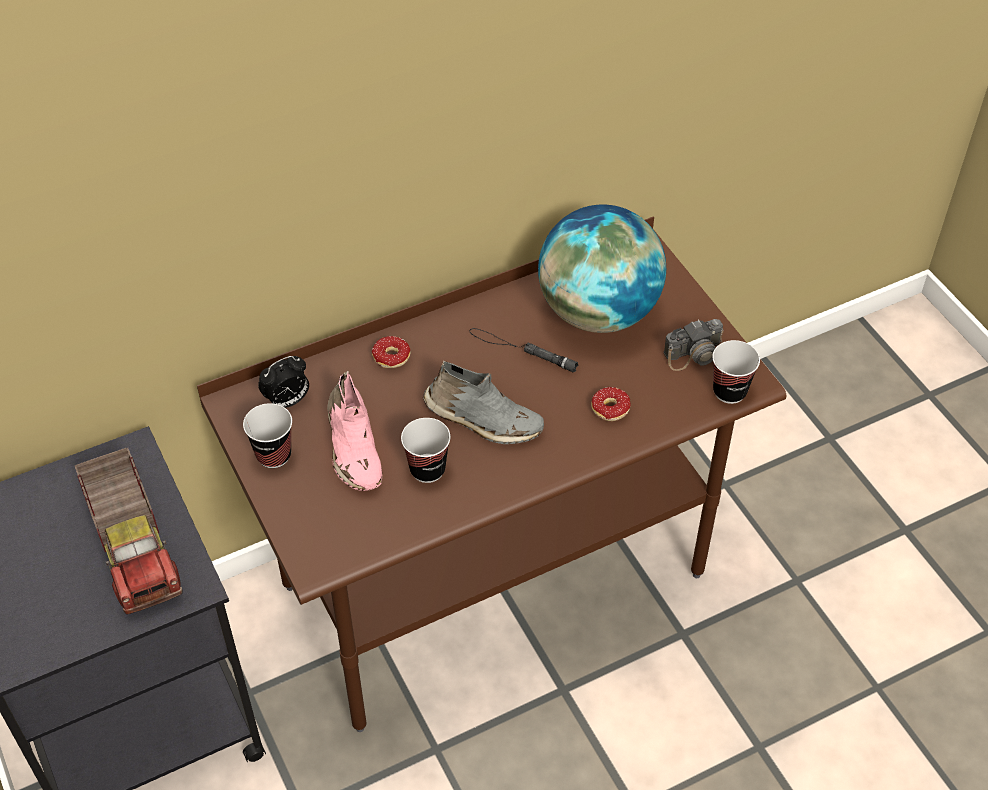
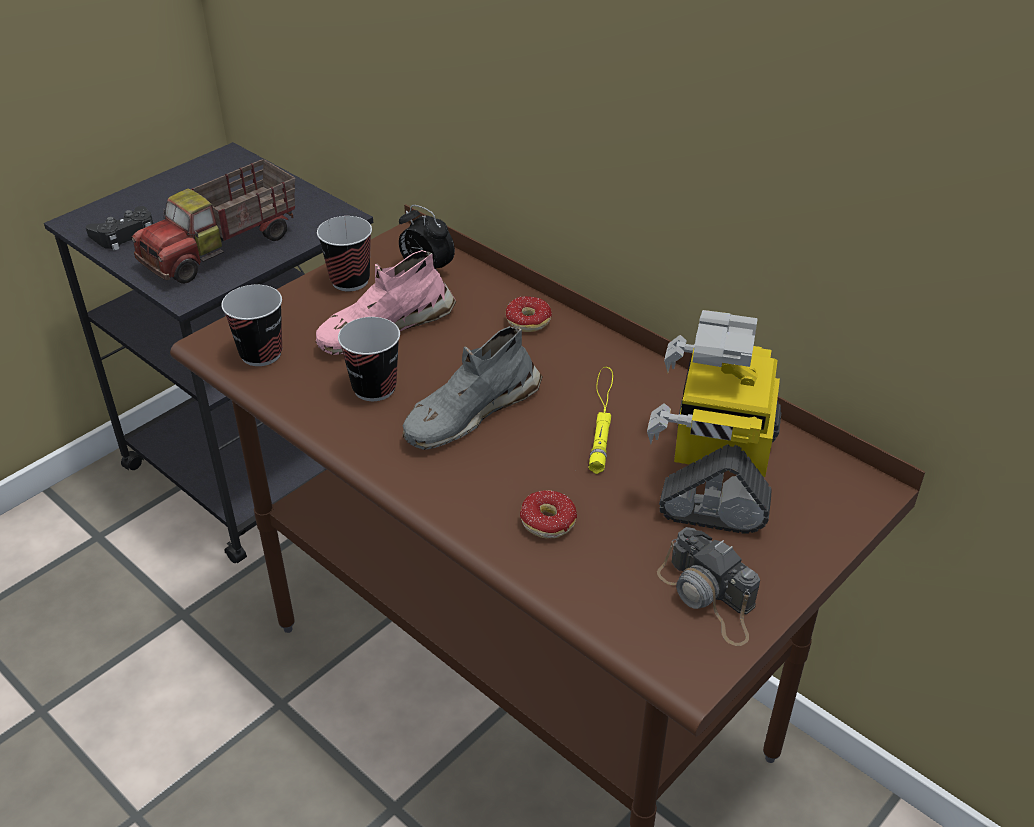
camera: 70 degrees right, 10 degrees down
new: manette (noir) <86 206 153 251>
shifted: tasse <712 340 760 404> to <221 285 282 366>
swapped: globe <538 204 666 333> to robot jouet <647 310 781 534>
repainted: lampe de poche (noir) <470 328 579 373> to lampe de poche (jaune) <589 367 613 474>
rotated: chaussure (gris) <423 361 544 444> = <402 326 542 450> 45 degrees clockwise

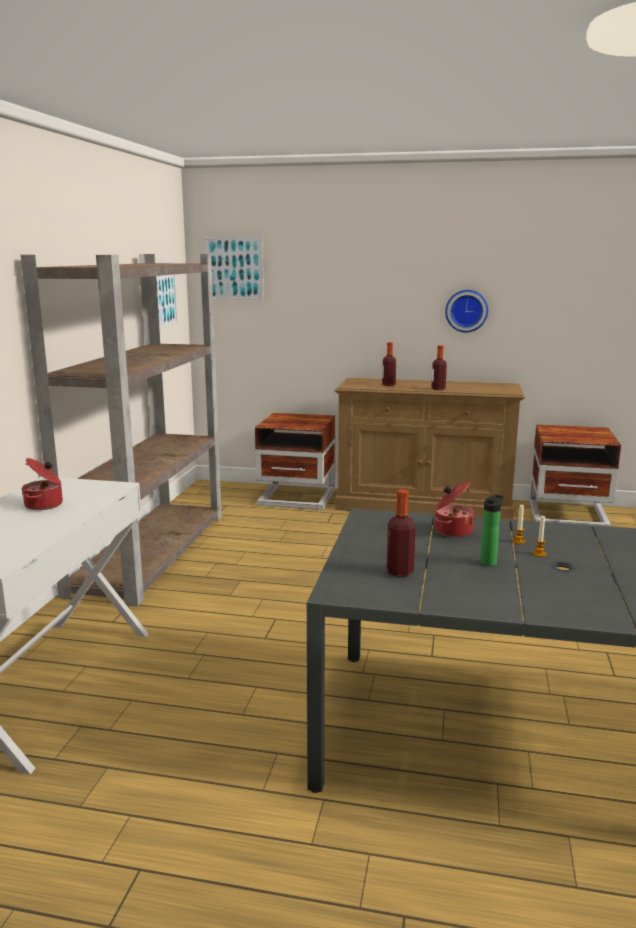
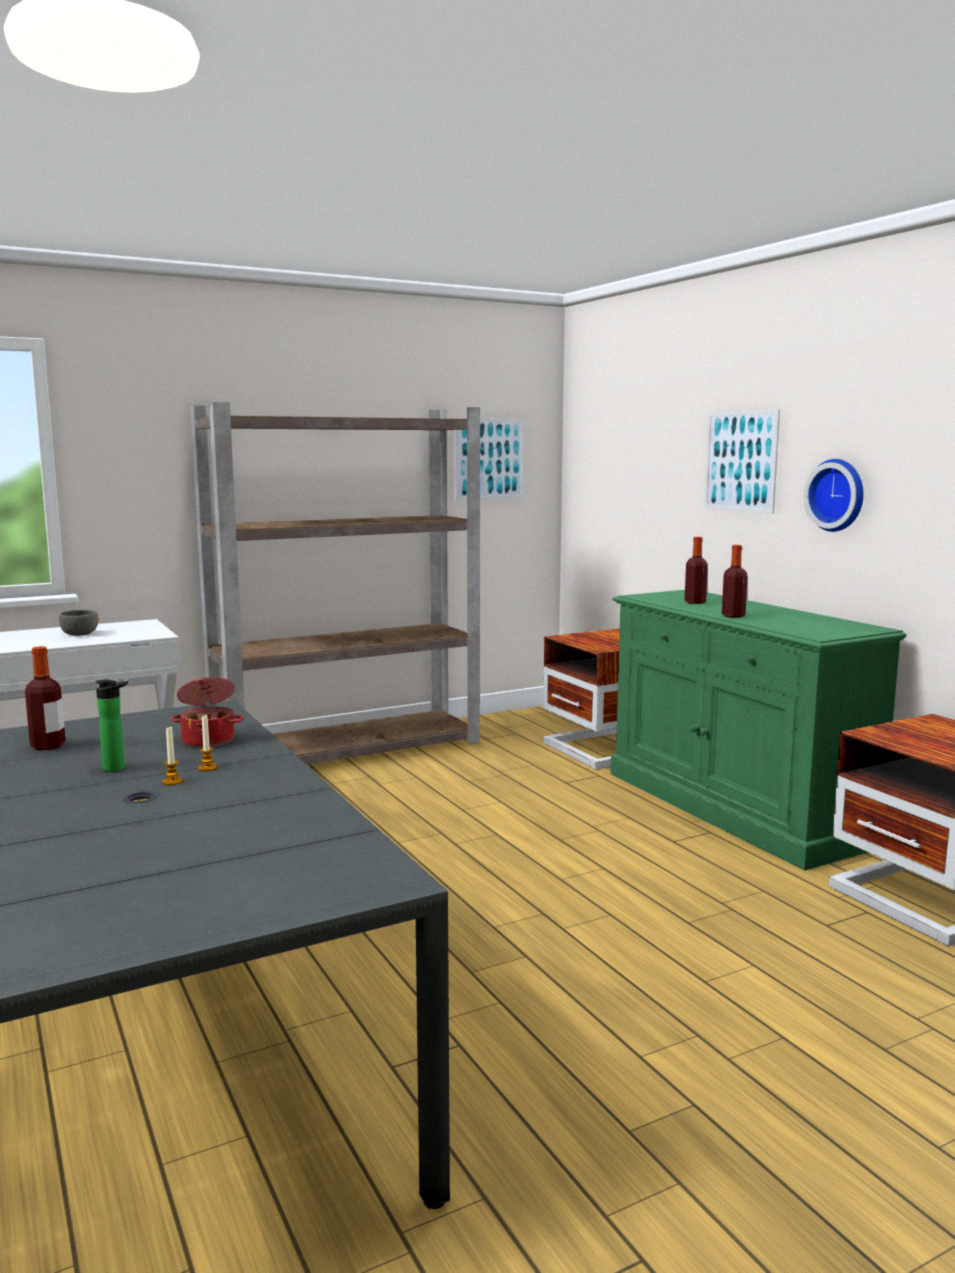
camera: 50 degrees right, 5 degrees down
shifted: tableau <204 237 264 300> to <704 410 780 514>
swapped: marmite <22 458 63 510> to bol (gris) <59 610 98 636>
repainted: meuble de rangement (marron) <334 378 525 520> to meuble de rangement (vert) <610 590 907 871>

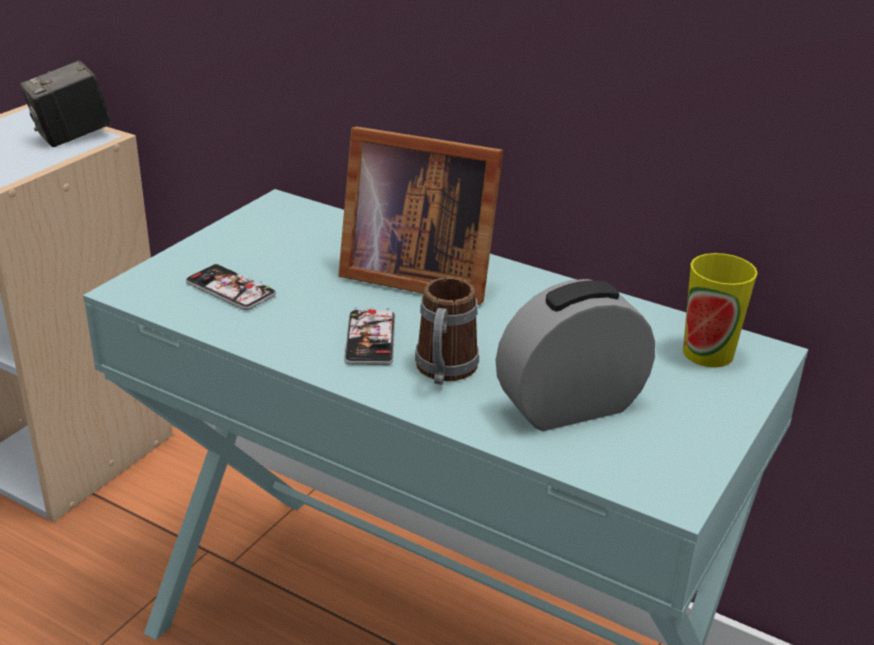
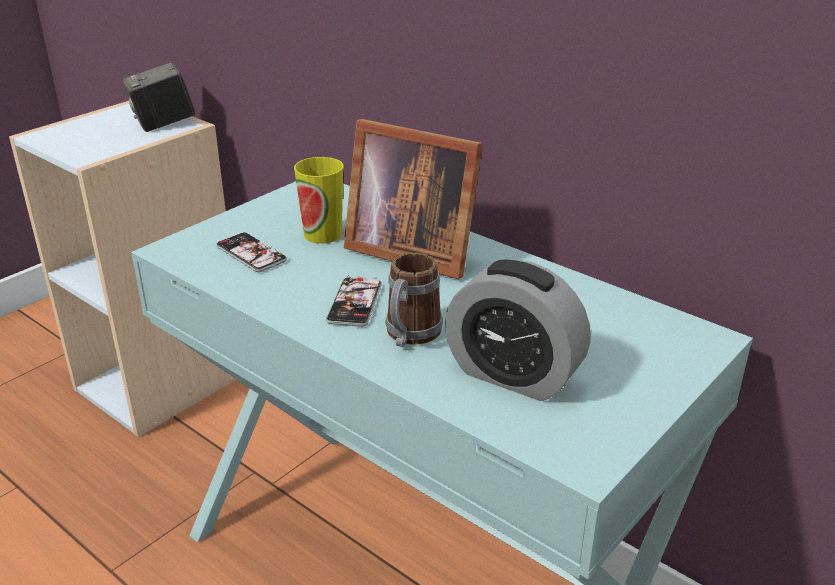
camera: 10 degrees right, 0 degrees up
shifted: tasse <683 253 758 367> to <294 157 343 244>
rotated: réveil <496 279 655 431> = <445 259 591 401> 135 degrees counterclockwise

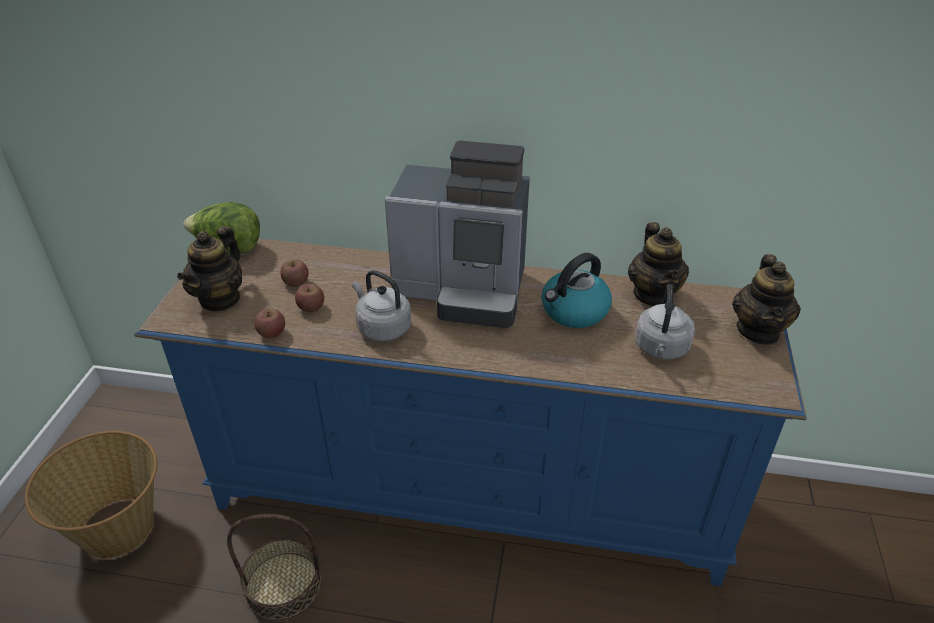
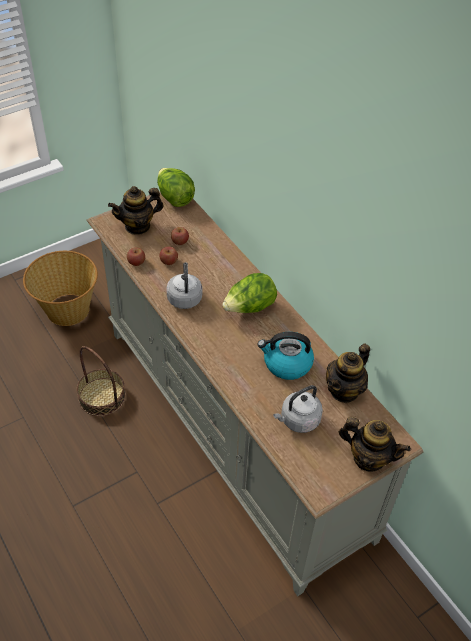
camera: 45 degrees right, 10 degrees up
swapped: machine à café <385 141 530 328> to laitue <222 273 277 313>
repainted: meuble de rangement (bleu) <134 239 807 586> to meuble de rangement (gris) <87 191 423 596>
rotated: théière <732 254 801 345> = <339 417 411 472> 120 degrees counterclockwise

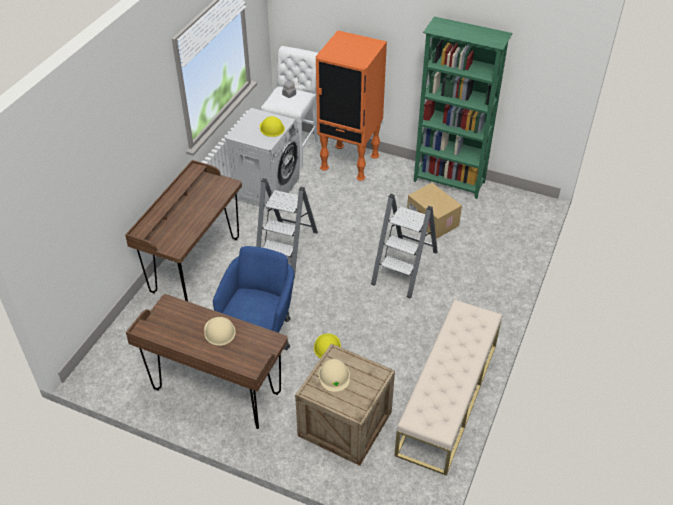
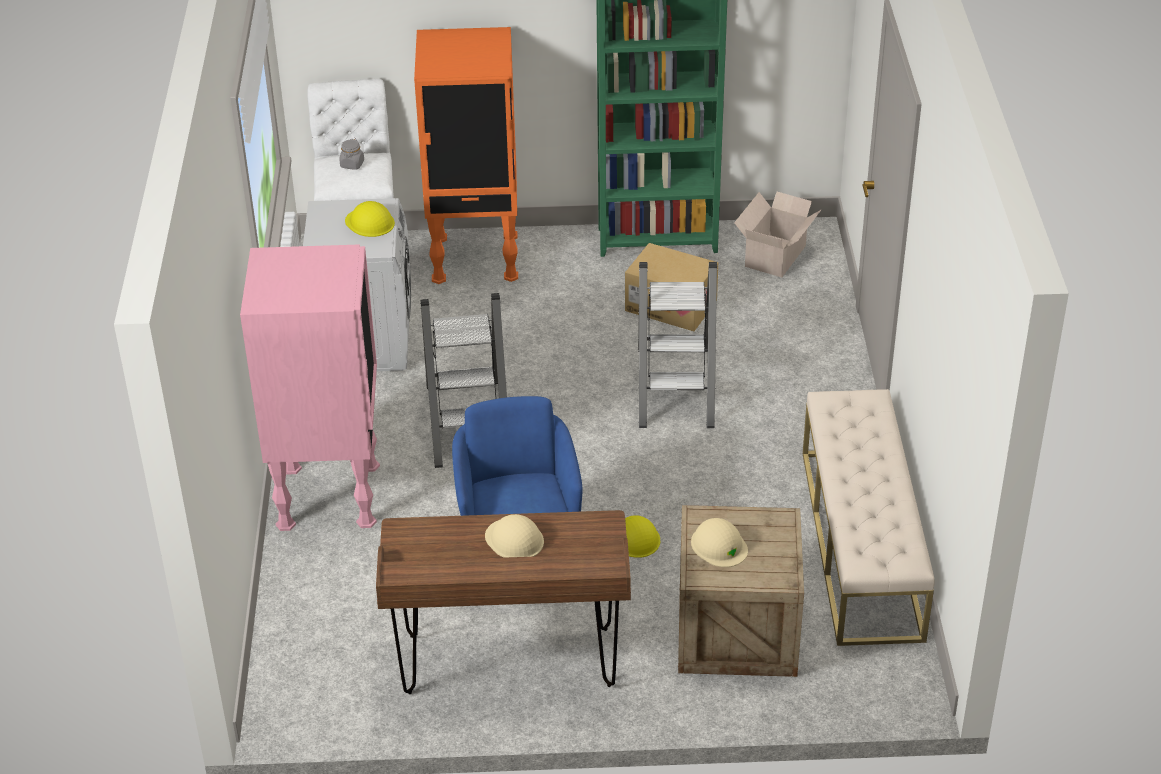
camera: 25 degrees left, 5 degrees down
new: carton <734 192 821 277>
swapped: bureau (marron) <125 160 242 301> to meuble de rangement (rose) <240 244 380 531>

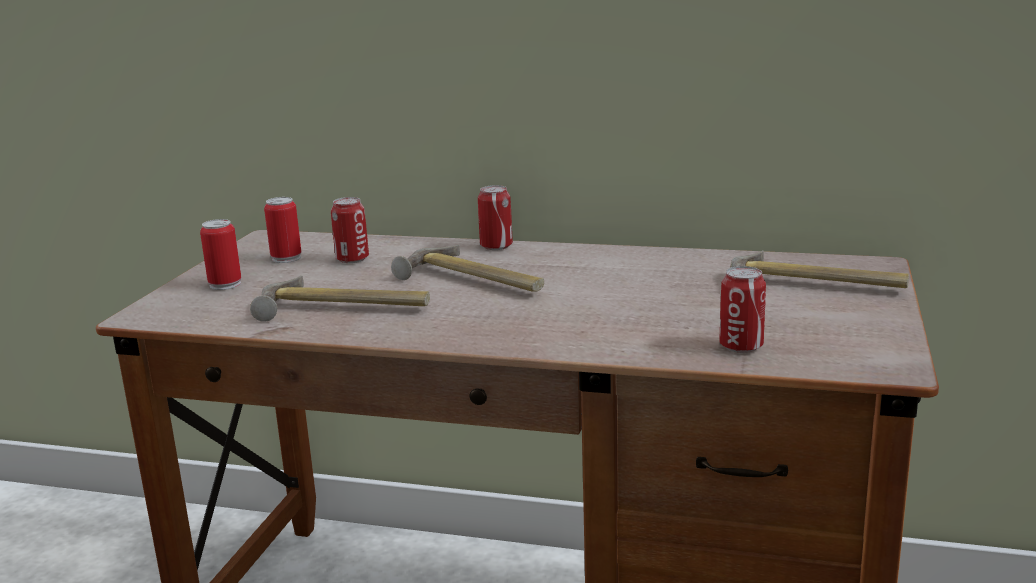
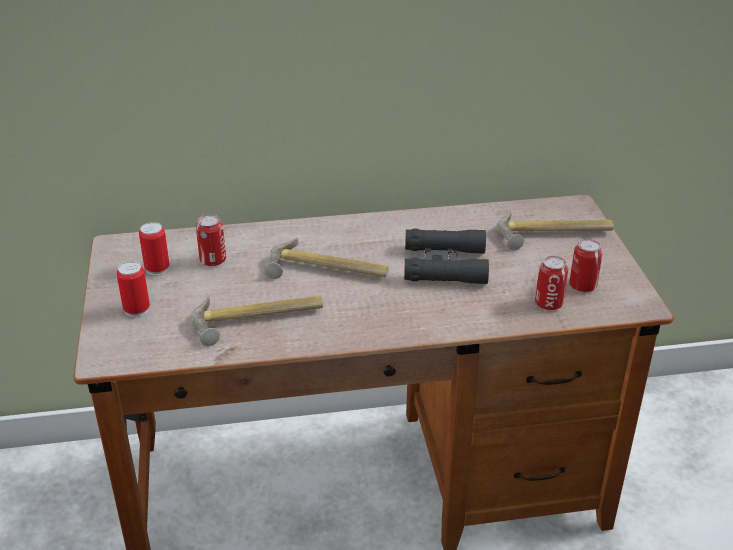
camera: 25 degrees left, 15 degrees up
new: jumelles (noir) <404 229 489 284>
shifted: boîte métallique <478 185 513 250> to <569 239 603 292>

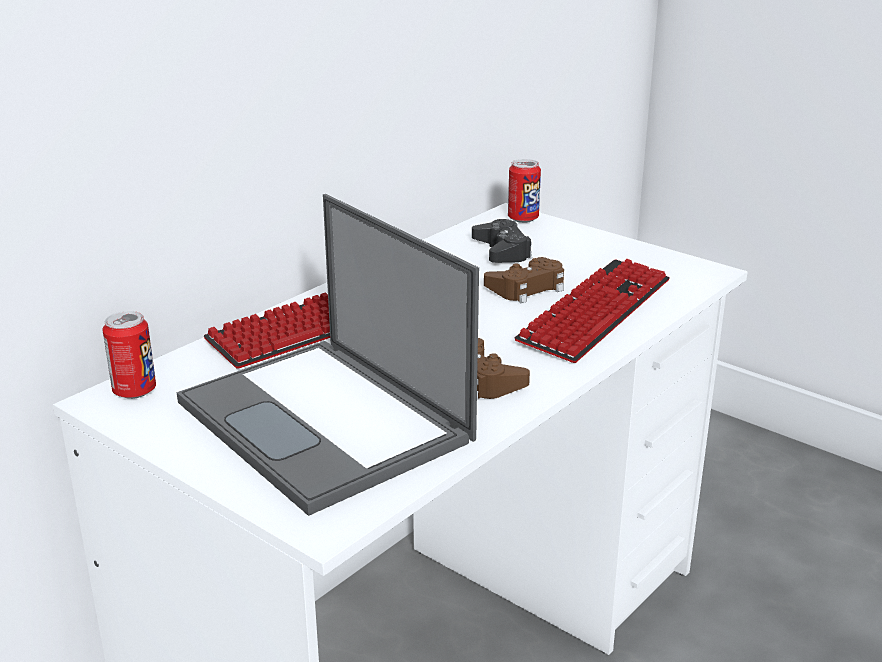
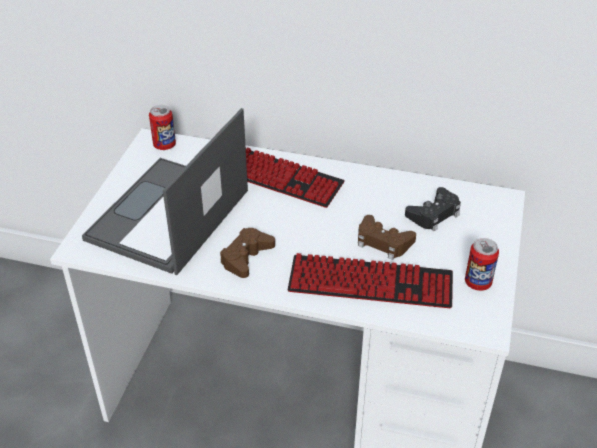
camera: 65 degrees right, 15 degrees up
shifted: boîte métallique <508 159 541 223> to <465 238 499 291>

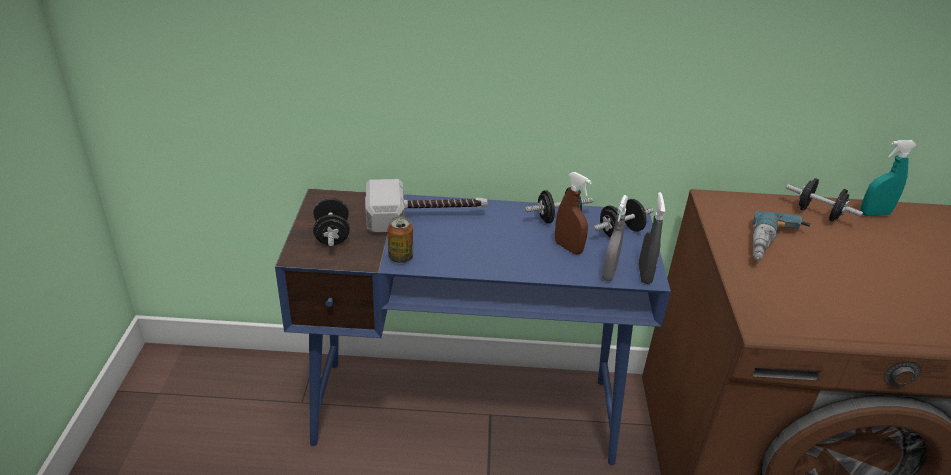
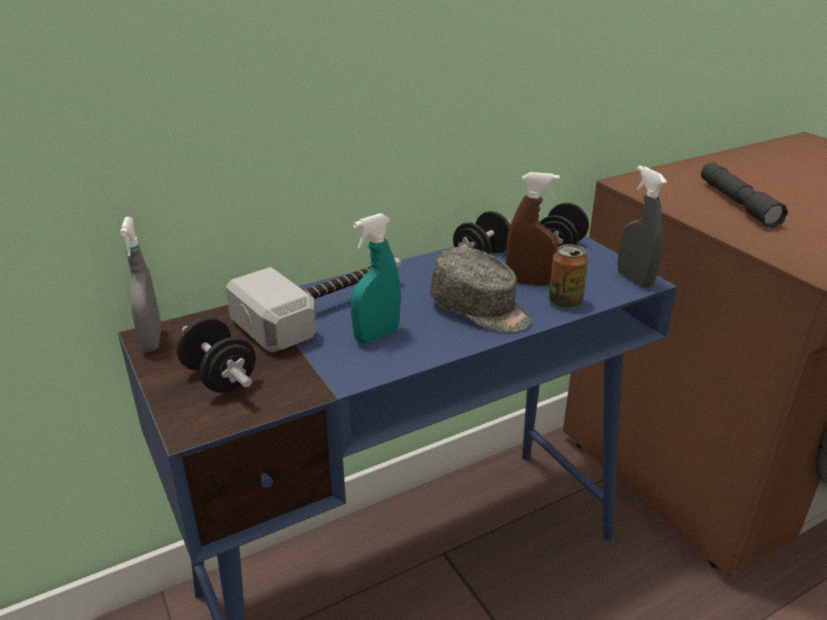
camera: 30 degrees left, 5 degrees down
gone: haltère (noir) <786 178 863 222>
new: casquette (gris) <430 247 531 333>
shifted: vaporisateur (turquoise) <860 140 917 216> to <351 213 401 344>; vaporisateur (gris) <602 195 628 281> to <120 217 162 352>; boîte métallique <388 217 413 263> to <549 244 588 309>
swapped: perceuse <752 210 811 261> to lampe de poche (gris) <701 162 788 228>

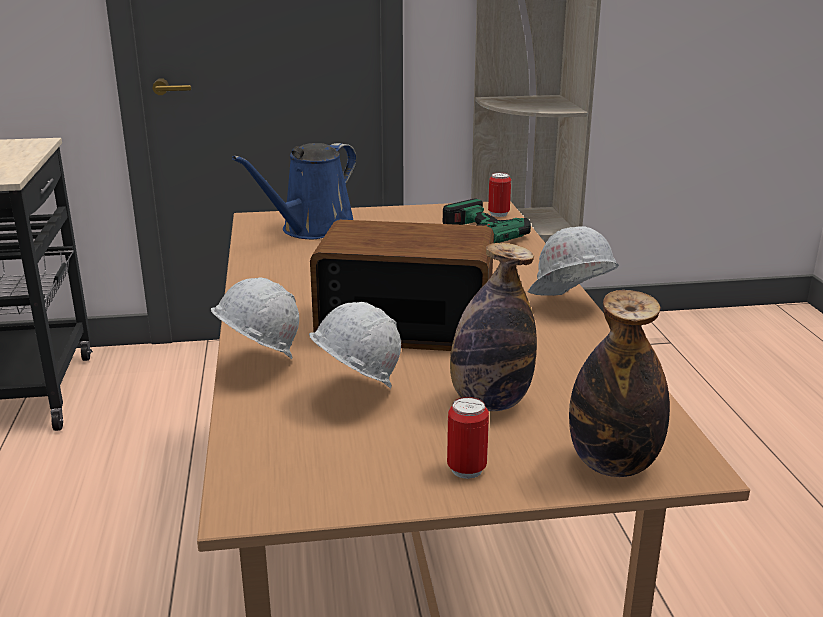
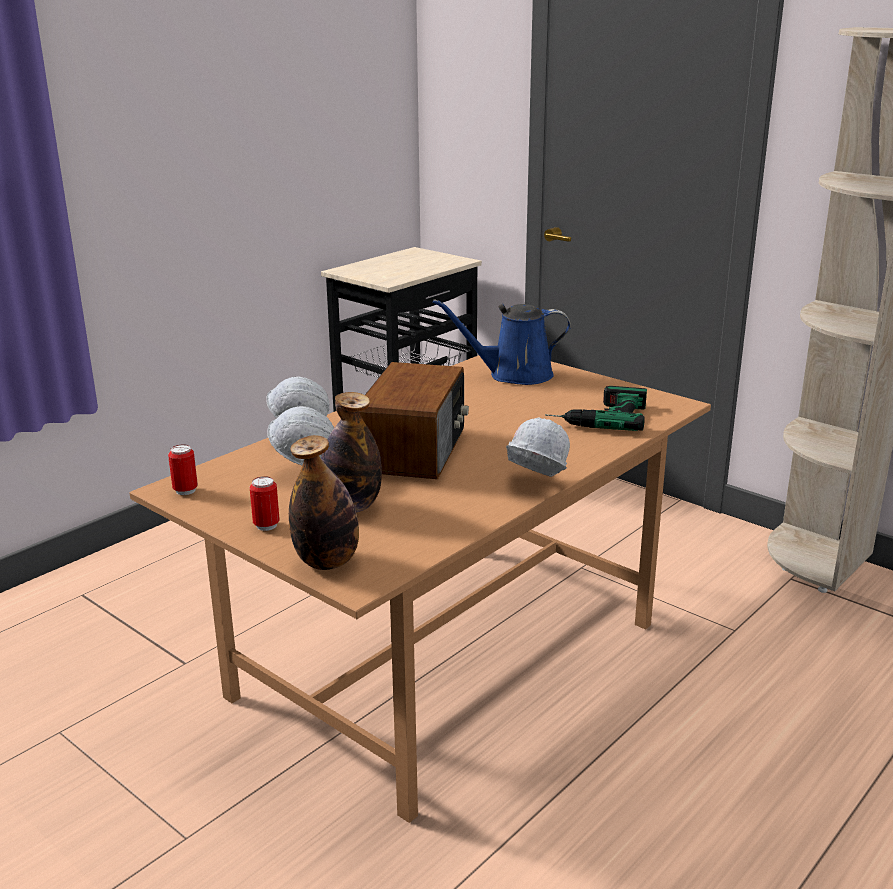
camera: 50 degrees right, 0 degrees up
shifted: boîte métallique <488 172 511 217> to <168 444 198 495>
rotated: radio <310 220 494 351> = <359 362 469 479> 45 degrees clockwise

